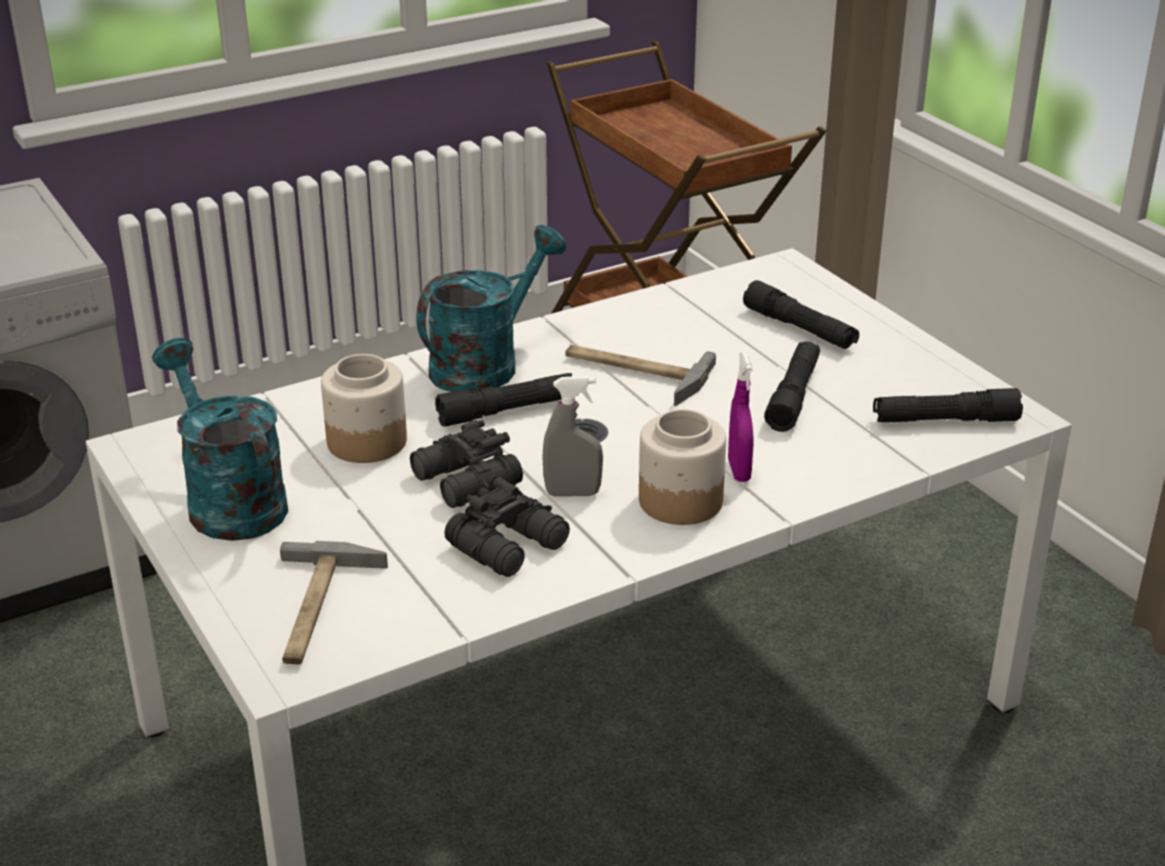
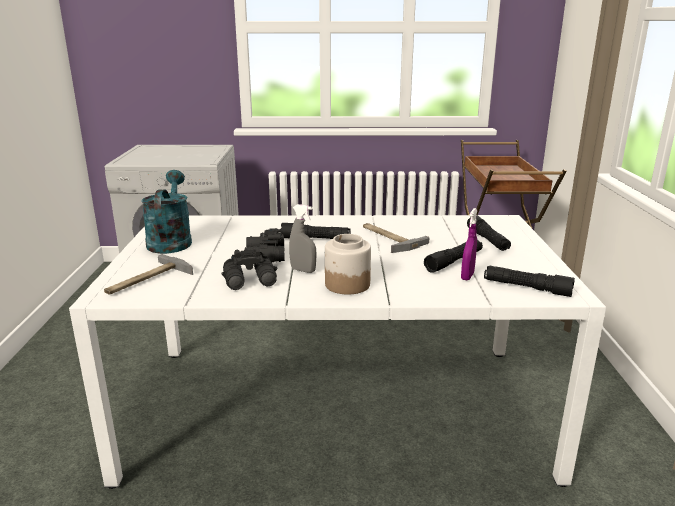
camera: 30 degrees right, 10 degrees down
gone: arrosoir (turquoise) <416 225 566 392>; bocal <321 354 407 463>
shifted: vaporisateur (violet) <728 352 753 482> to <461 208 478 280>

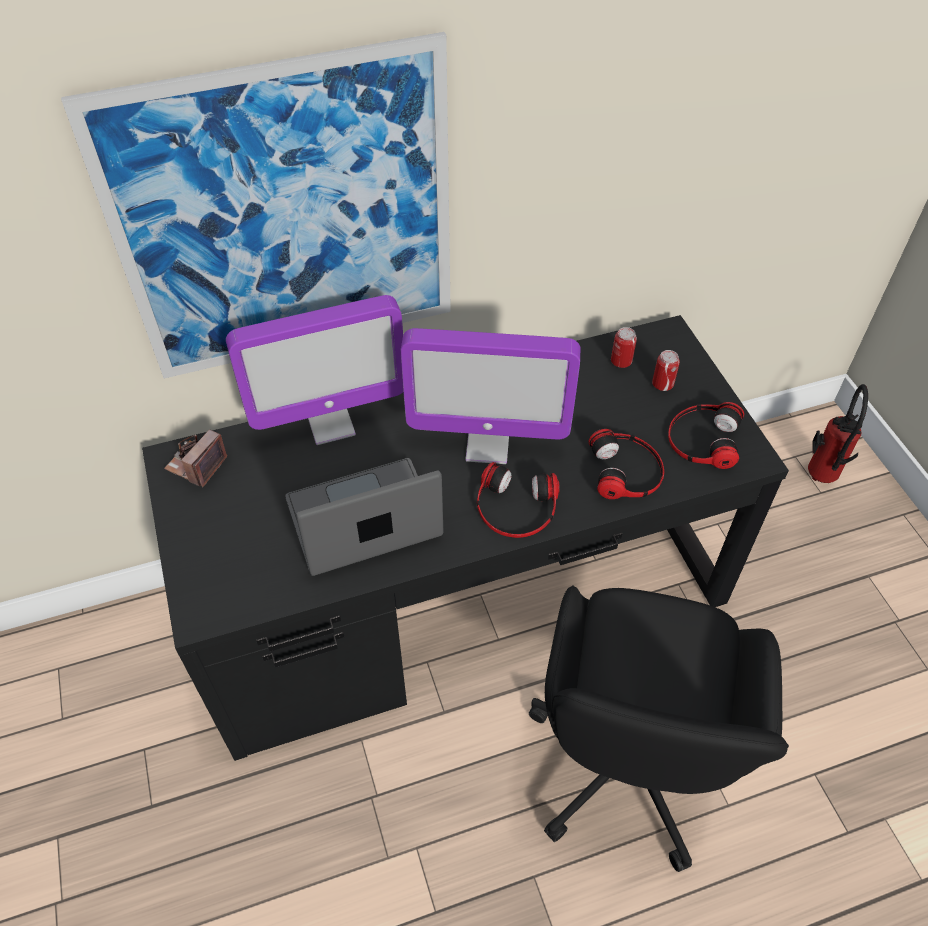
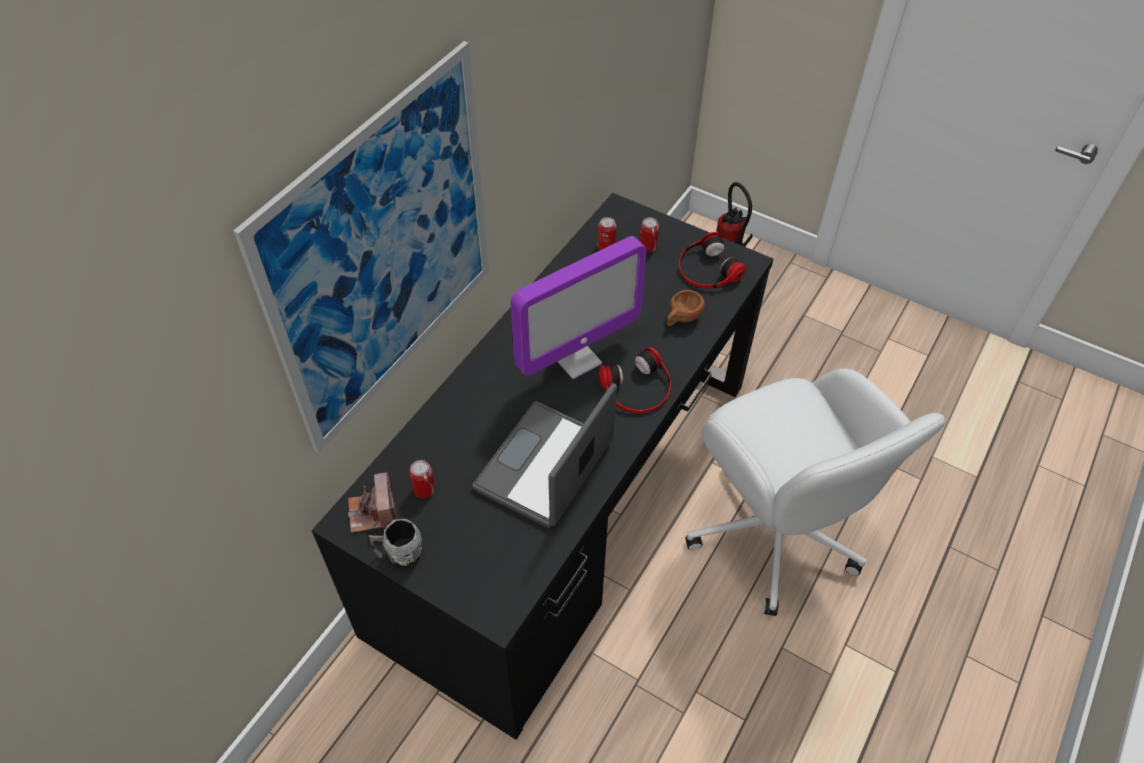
camera: 40 degrees left, 0 degrees up
gone: écran d'ordinateur <226 295 403 445>
new: boîte métallique <409 460 436 498>; mug (gris) <369 519 422 567>
swapped: casque audio <588 429 664 499> to tasse (marron) <667 290 705 326>
repainted: chaise de bureau (noir) <529 585 789 872> to chaise de bureau (blanc) <685 368 945 616>

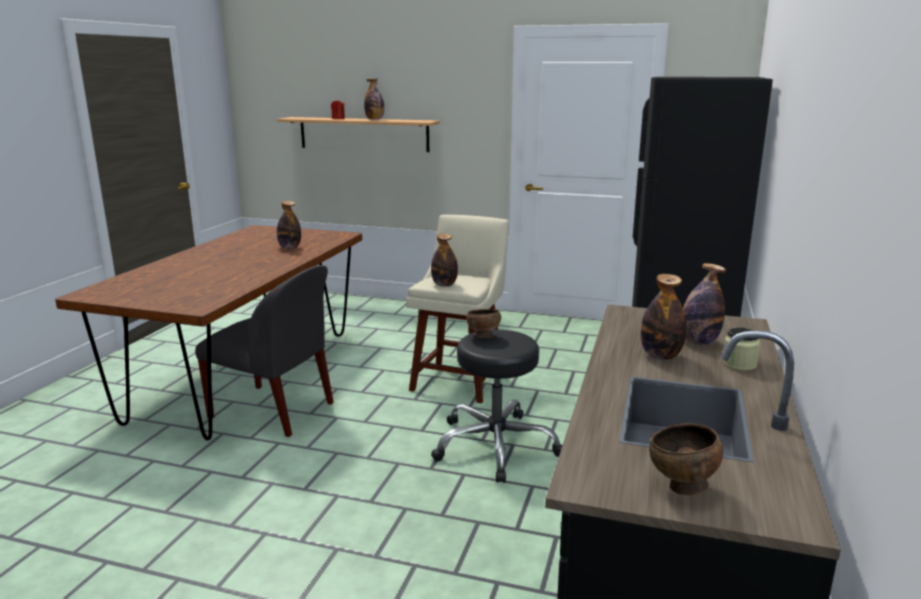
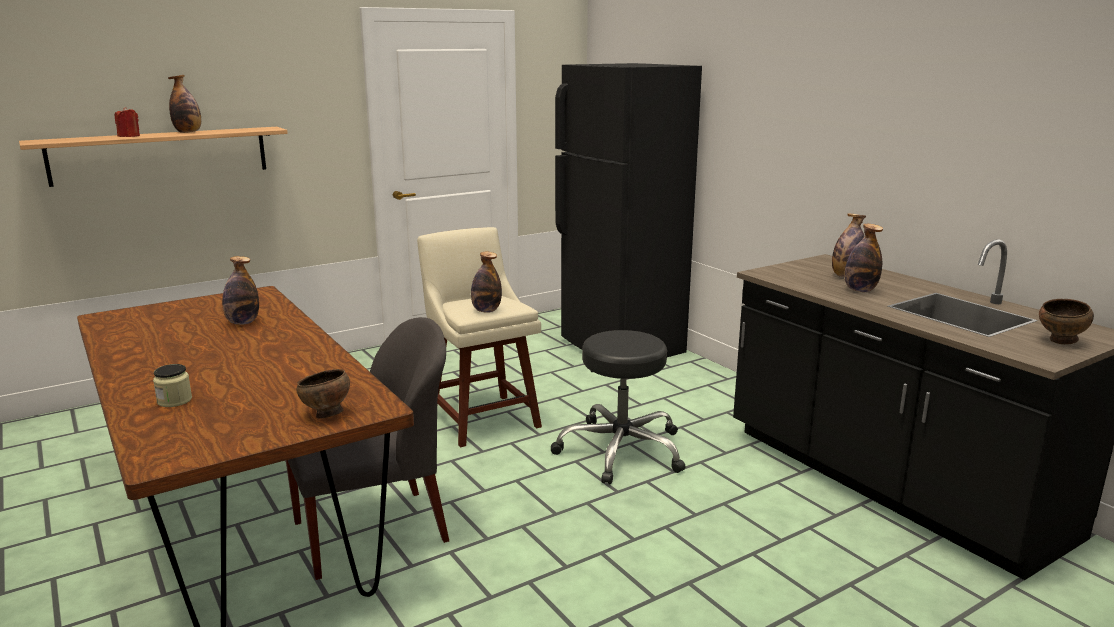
camera: 50 degrees left, 0 degrees up
shifted: bol (marron) <466 309 501 338> to <296 369 350 418>; bocal <722 327 760 371> to <153 364 192 407>

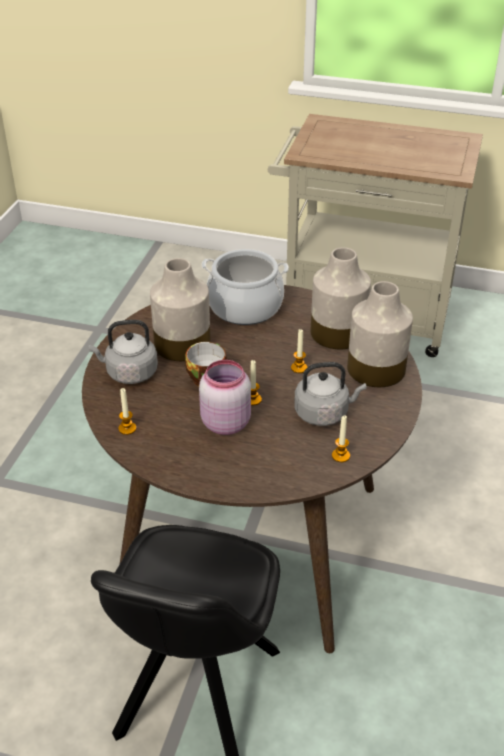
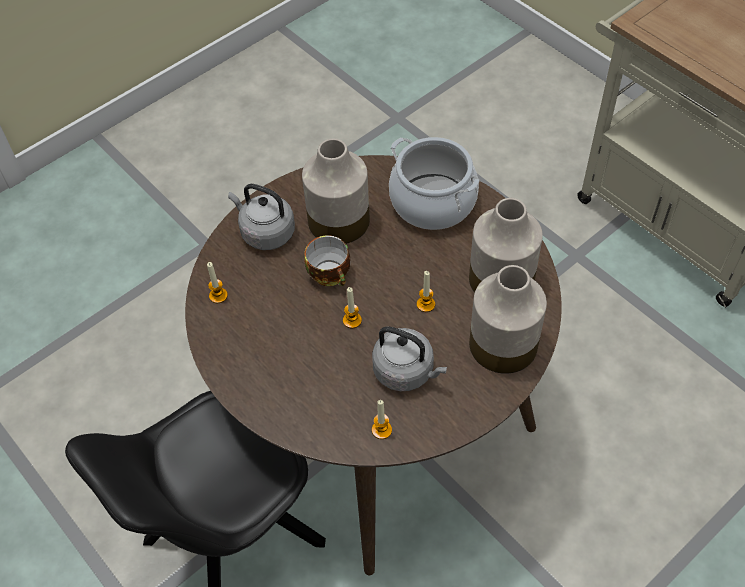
camera: 35 degrees right, 15 degrees up
gone: bocal (rose) <199 360 251 435>

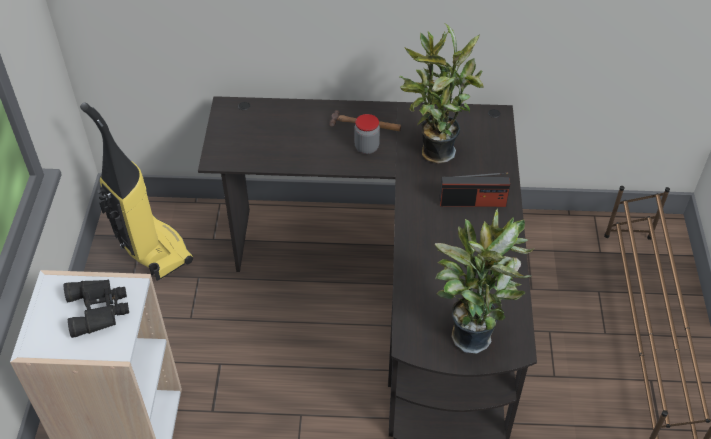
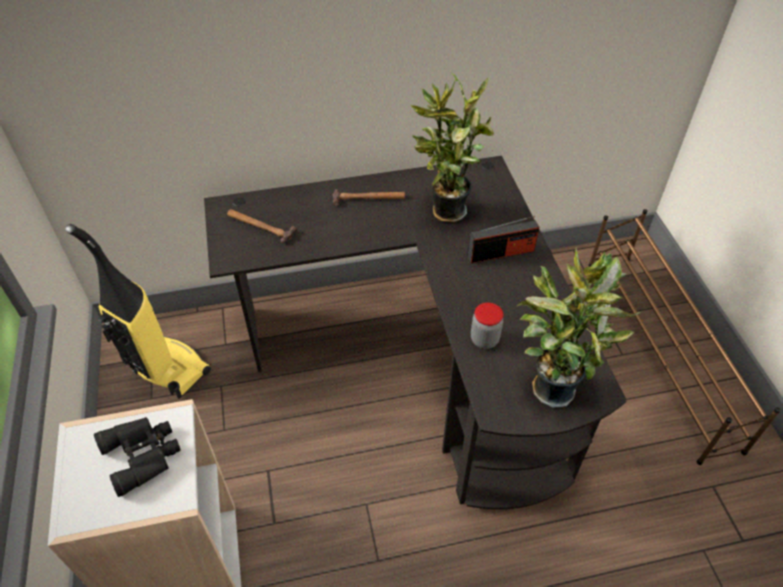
camera: 15 degrees left, 0 degrees up
new: marteau <227 209 297 243>
shifted: bocal <354 114 380 154> to <471 303 503 349>

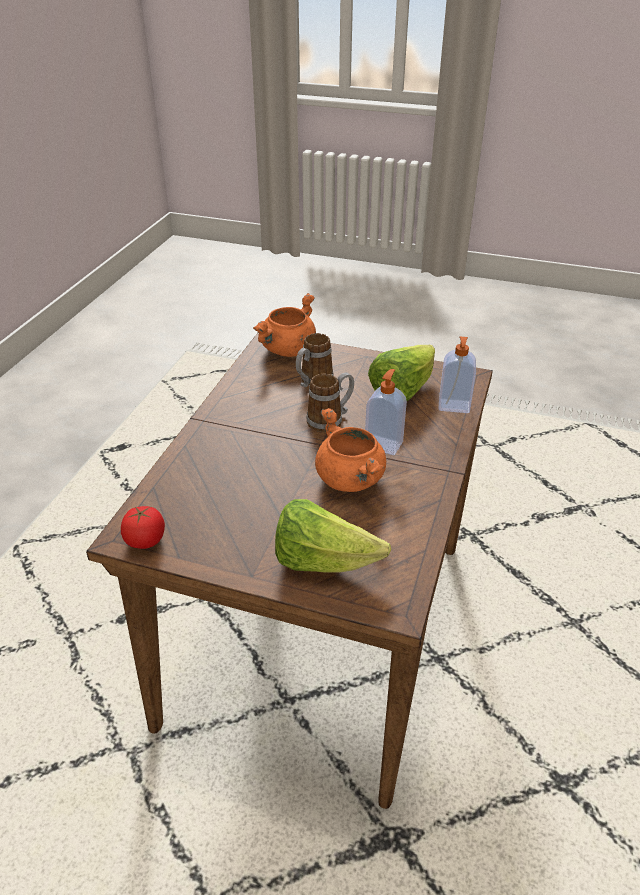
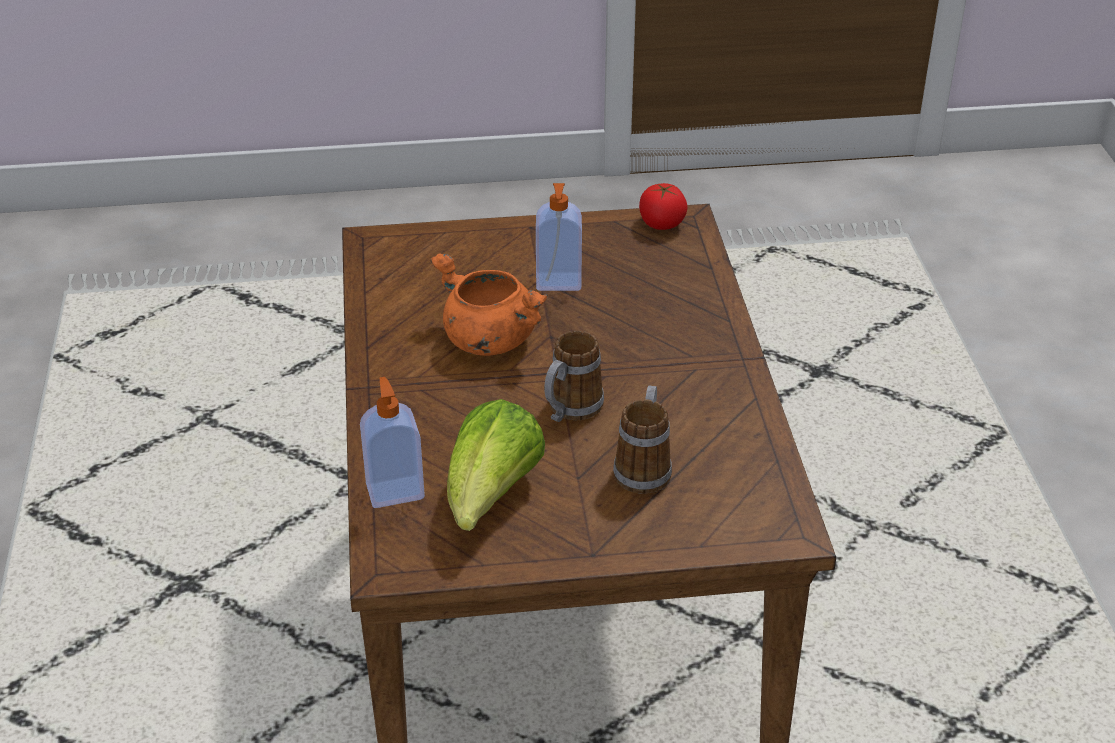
camera: 155 degrees right, 0 degrees up
gone: marmite (orange) <253 293 316 357>; laitue <275 499 391 572>
shifted: distributeur de savon <365 369 407 455> to <536 183 582 291>

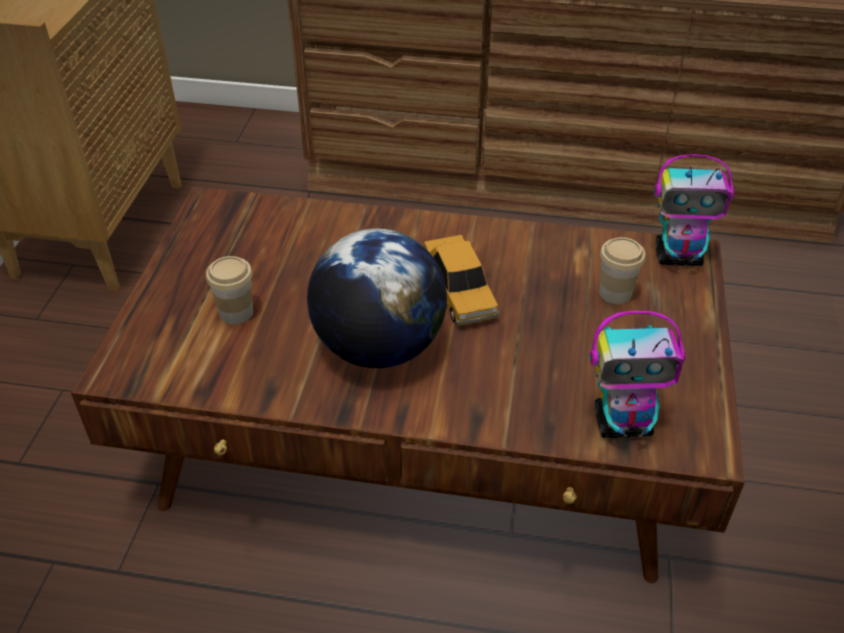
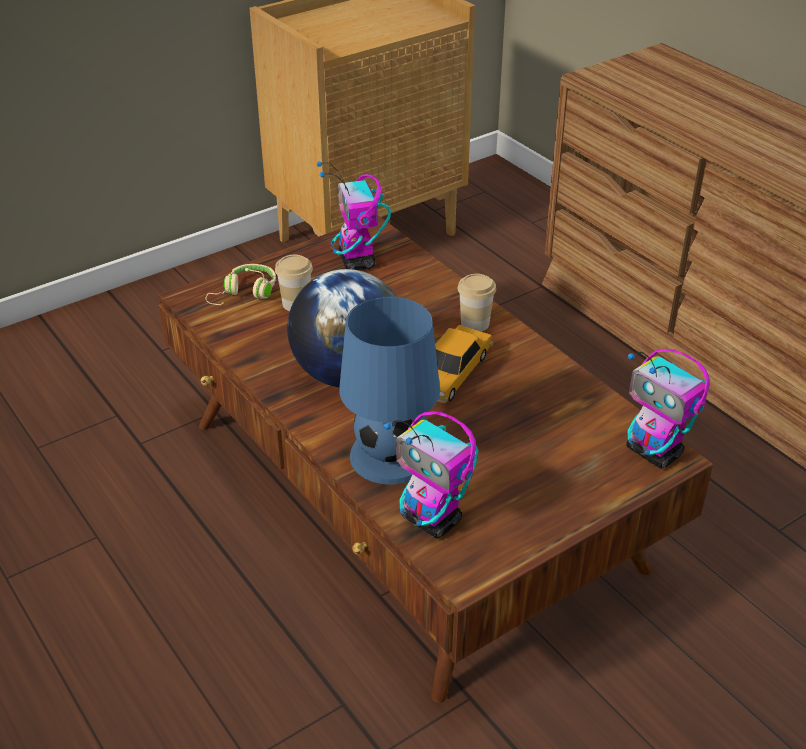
camera: 45 degrees right, 5 degrees down
new: robot jouet <317 161 391 270>; casque audio (beige) <206 264 276 305>; lampe de table (bleu) <339 296 440 485>
shifted: tasse <599 237 646 304> to <458 274 496 332>

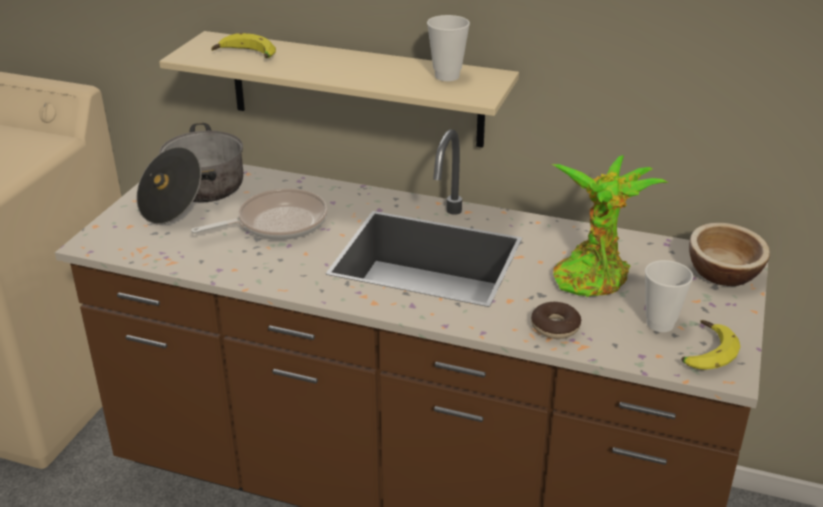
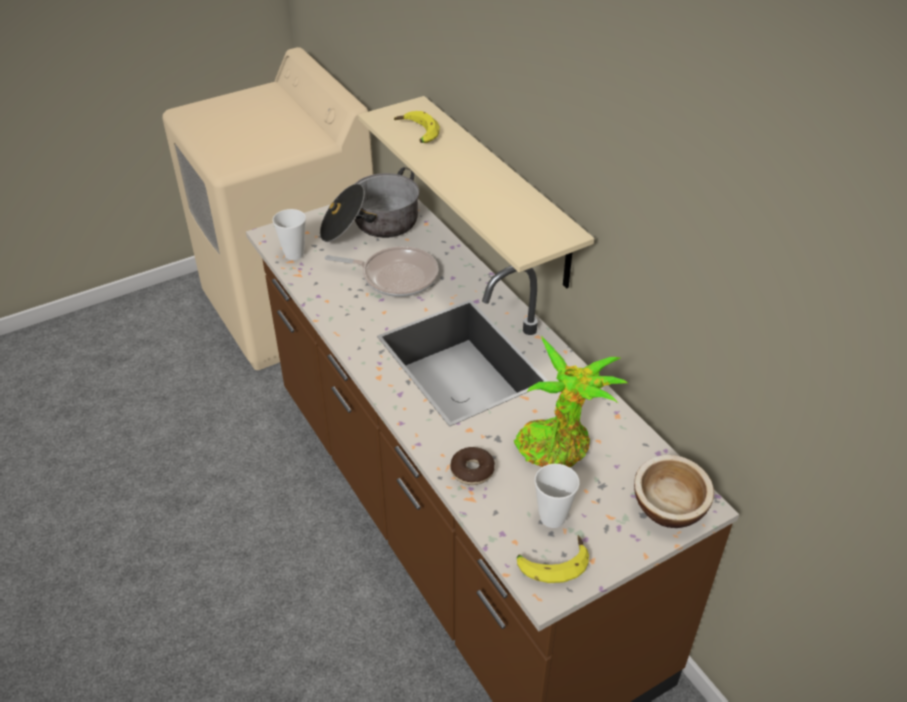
camera: 40 degrees right, 10 degrees up
shifted: tasse <427 15 470 81> to <273 209 306 260>

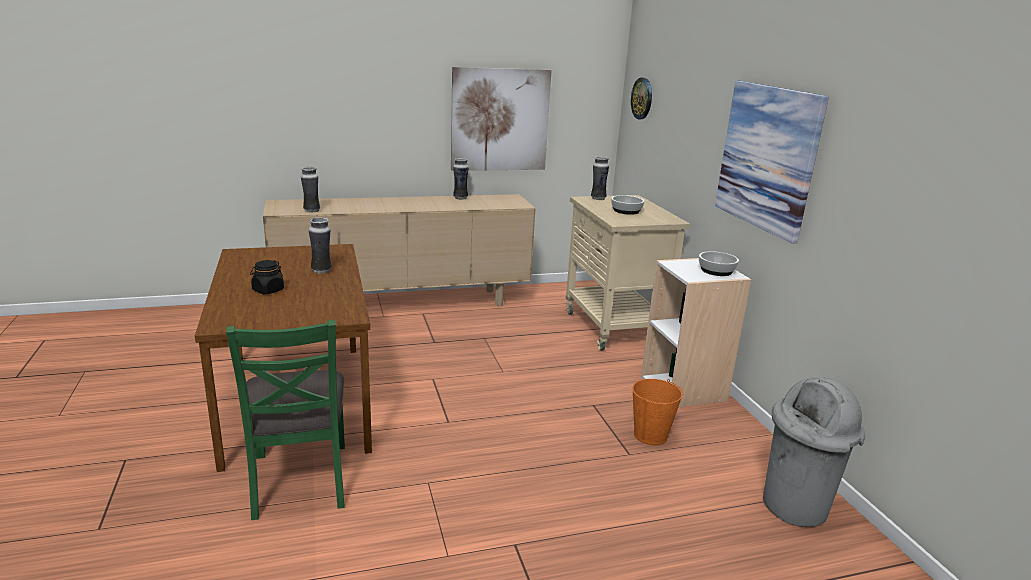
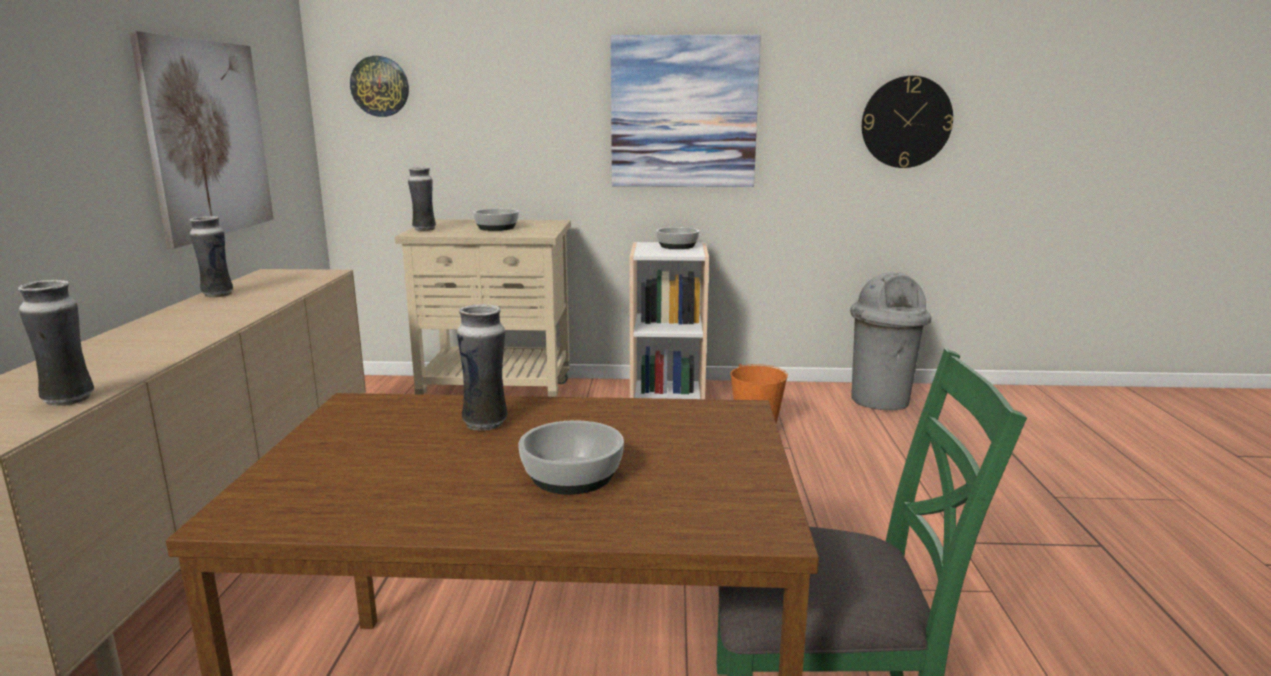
camera: 70 degrees left, 5 degrees down
new: horloge murale <862 76 953 168>
swapped: bocal (noir) <250 260 284 294> to bol <518 420 624 495>

